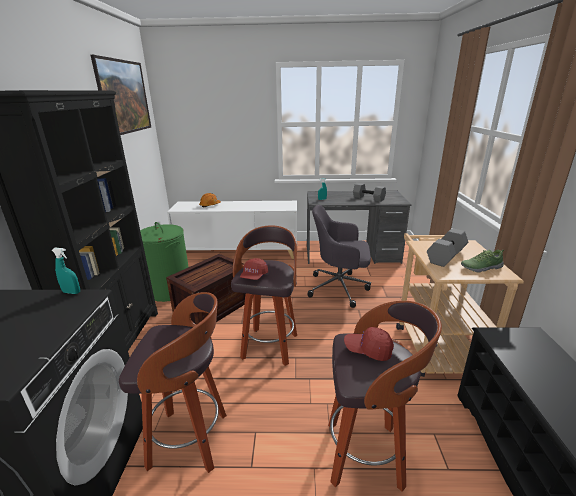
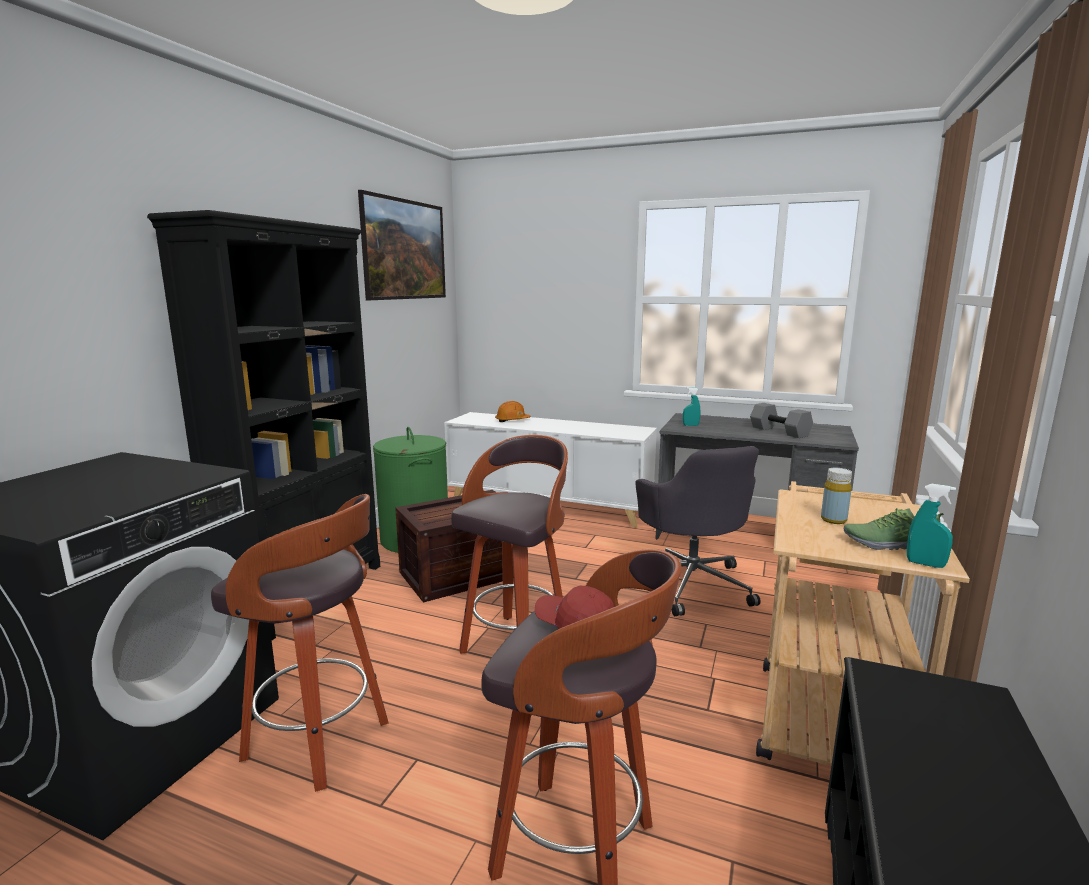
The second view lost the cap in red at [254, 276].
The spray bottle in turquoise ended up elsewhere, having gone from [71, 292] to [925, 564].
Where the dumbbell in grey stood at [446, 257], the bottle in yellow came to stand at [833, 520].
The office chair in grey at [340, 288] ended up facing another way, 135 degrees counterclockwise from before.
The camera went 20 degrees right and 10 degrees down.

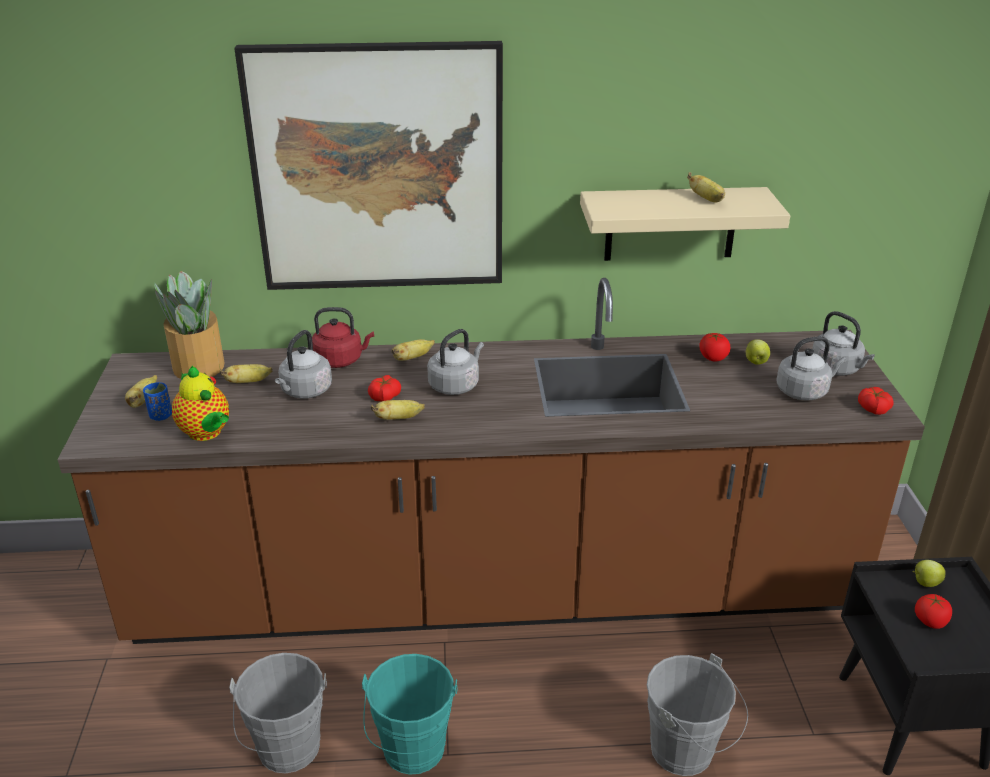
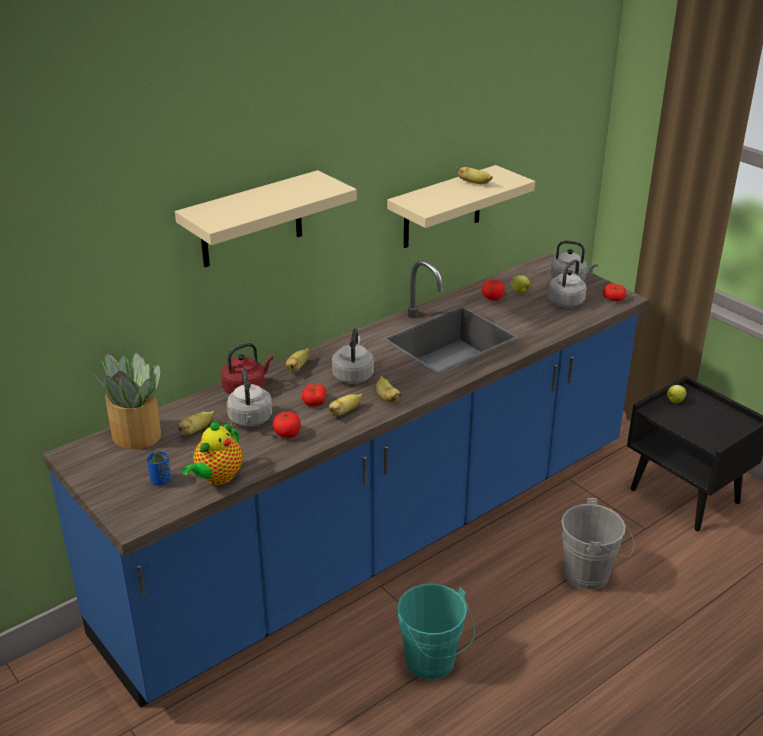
The second view lost the bucket in grey at [288, 753].
The banana ended up elsewhere, having gone from [143, 401] to [387, 398].
The tomato ended up elsewhere, having gone from [930, 621] to [287, 434].
Where the picture hung at [378, 170], the shelf in beige came to hang at [251, 220].
What was the counter in brown at [495, 592] turned into the counter in blue at [381, 537].
The teapot at [206, 433] ended up facing another way, 105 degrees clockwise from before.
The camera went 35 degrees left and 0 degrees up.

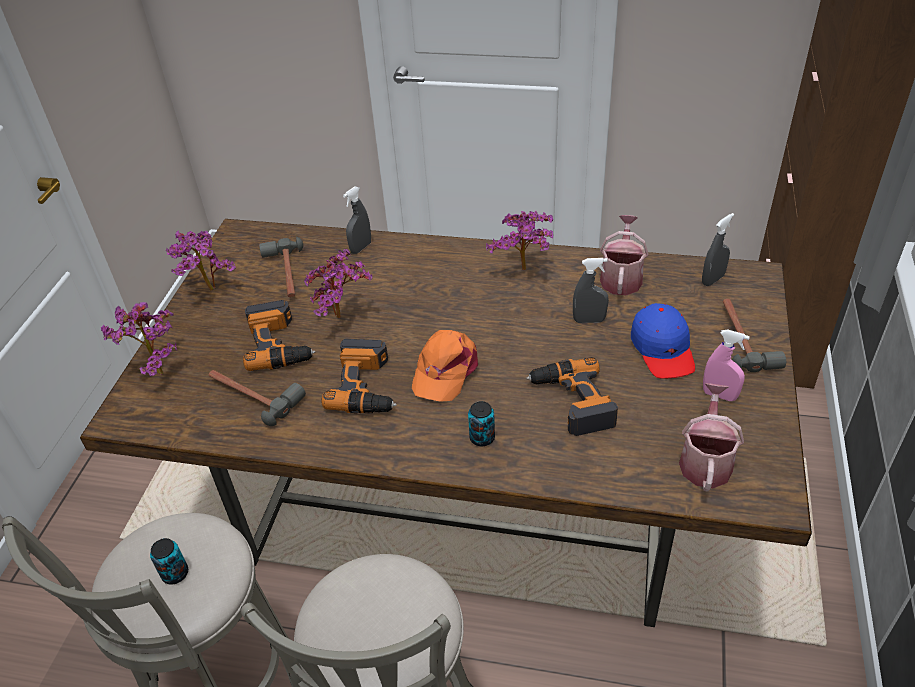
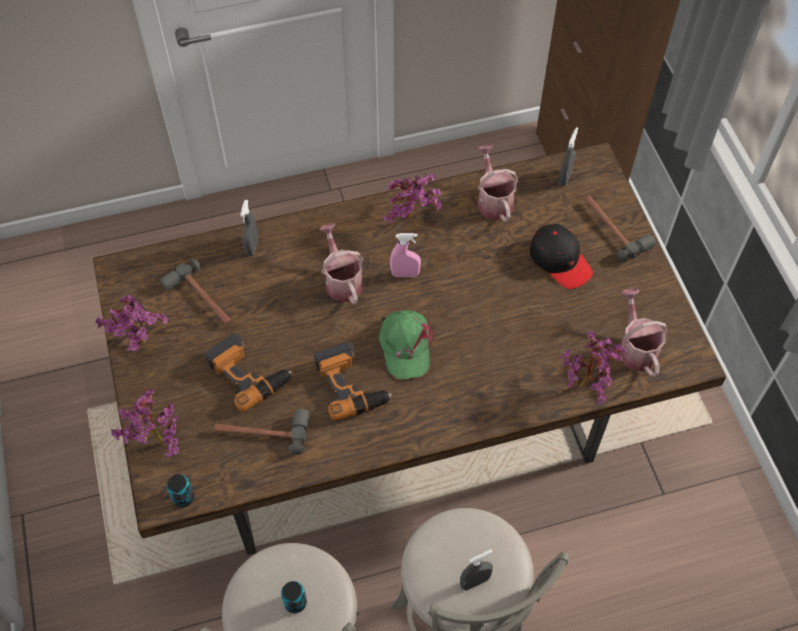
The second view lost the power drill at [572, 402].
The second view gained the watering can at [342, 280].
The potted plant ended up elsewhere, having gone from [343, 318] to [585, 386].
The can ended up elsewhere, having gone from [482, 438] to [183, 497].
The spray bottle in grey ended up elsewhere, having gone from [589, 320] to [474, 581].
The spray bottle in pink ended up elsewhere, having gone from [719, 395] to [405, 274].
What was the cap in orange at [445, 370] turned into the cap in green at [405, 345].
What was the cap in blue at [663, 349] turned into the cap in black at [560, 260].
The camera went 30 degrees left and 15 degrees up.

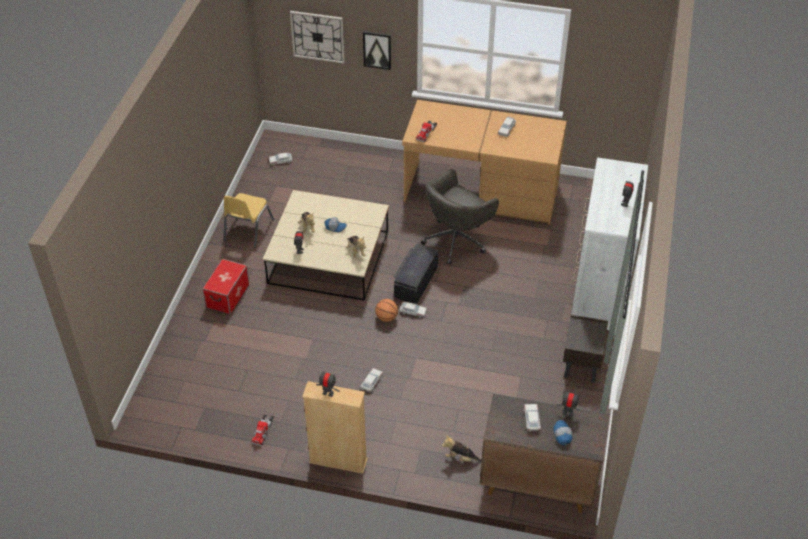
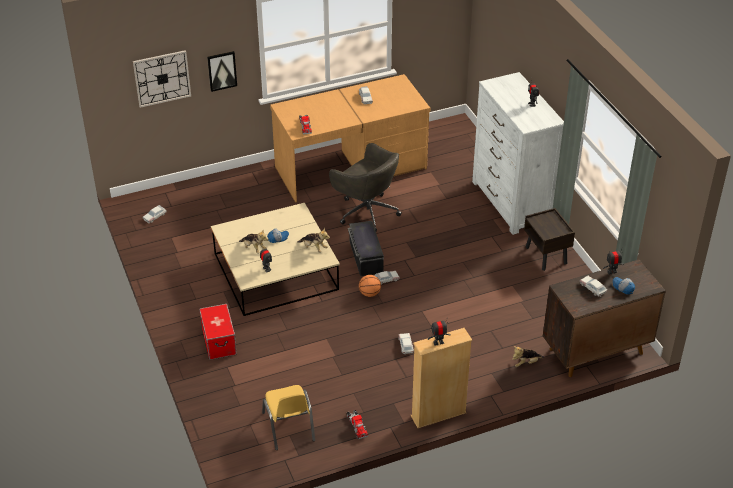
The chair in yellow ended up elsewhere, having gone from [248, 230] to [289, 427].
The office chair in grey at [456, 240] ended up facing another way, 60 degrees counterclockwise from before.
The camera went 35 degrees left and 5 degrees down.

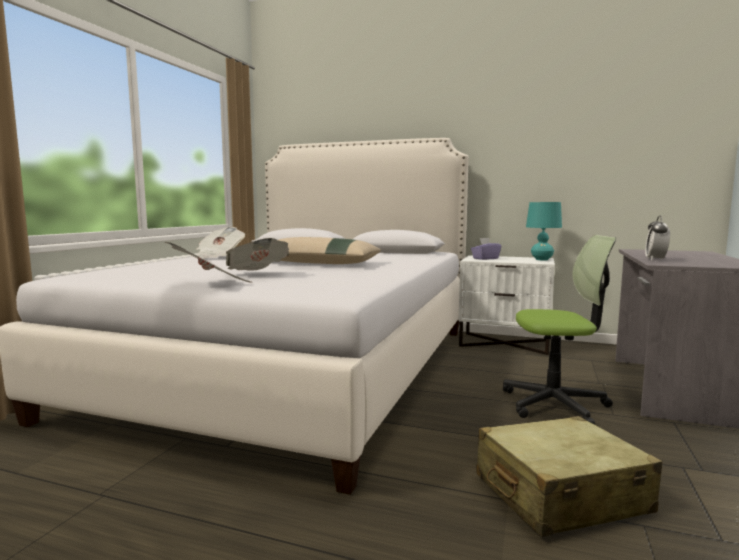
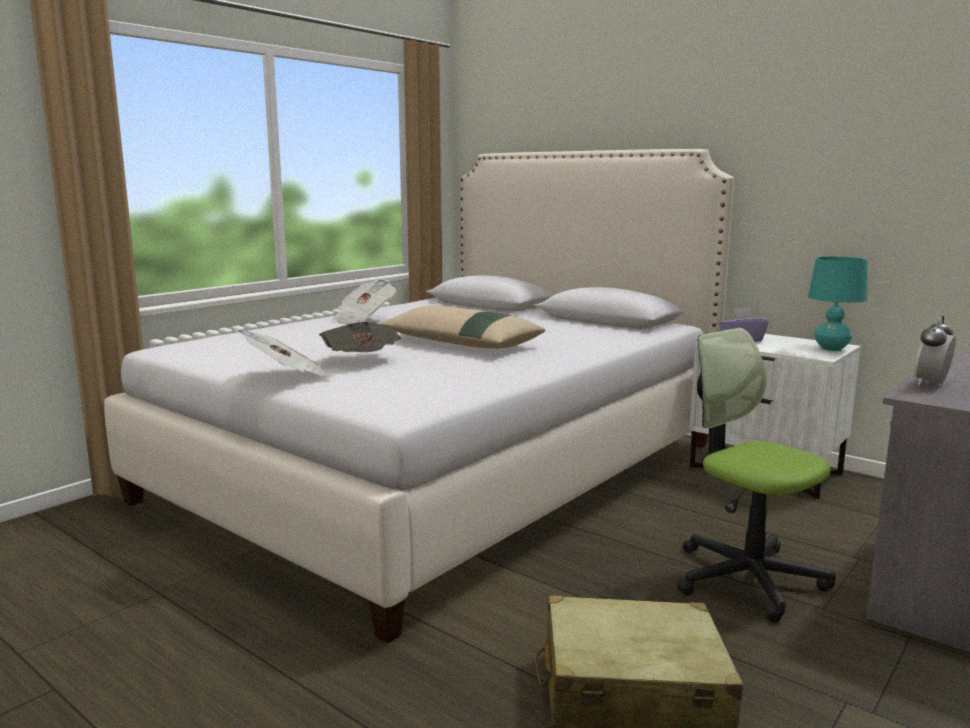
The office chair at [555, 404] ended up facing another way, 150 degrees counterclockwise from before.
The camera went 20 degrees right and 5 degrees up.

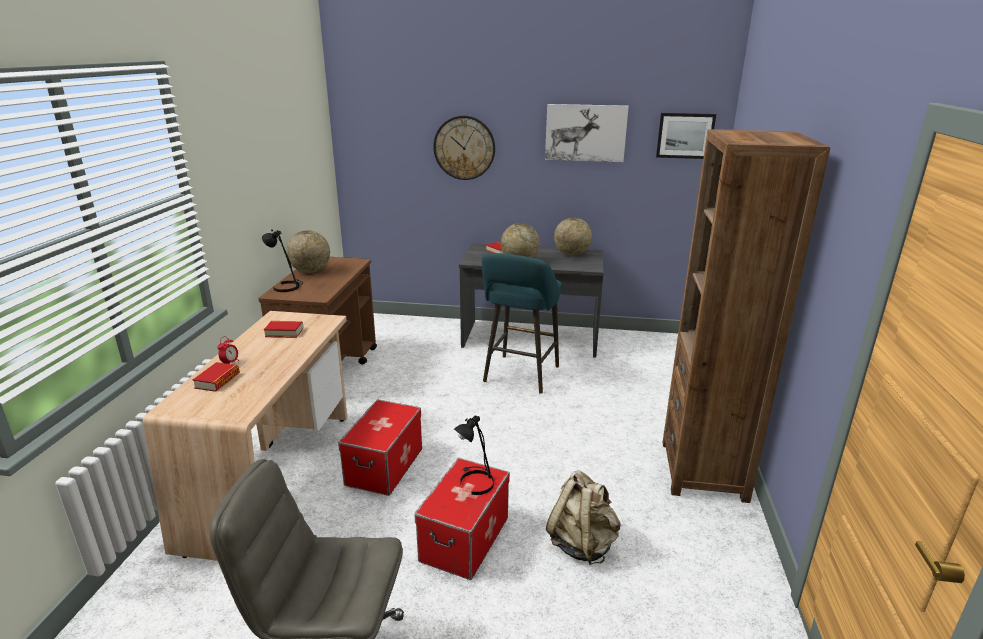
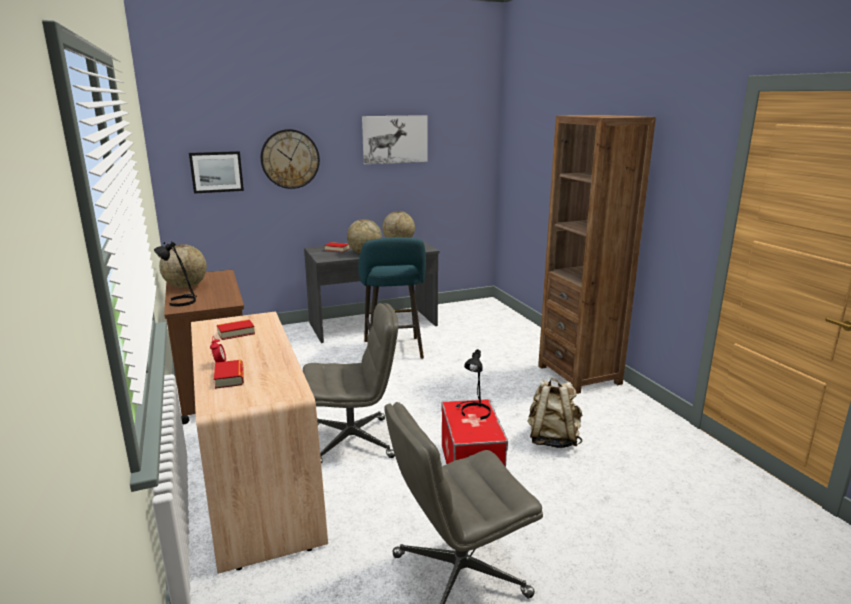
The picture ended up elsewhere, having gone from [685, 135] to [216, 172].
Where the storage box stood at [385, 467], the office chair in grey came to stand at [353, 441].
The camera went 30 degrees left and 5 degrees down.

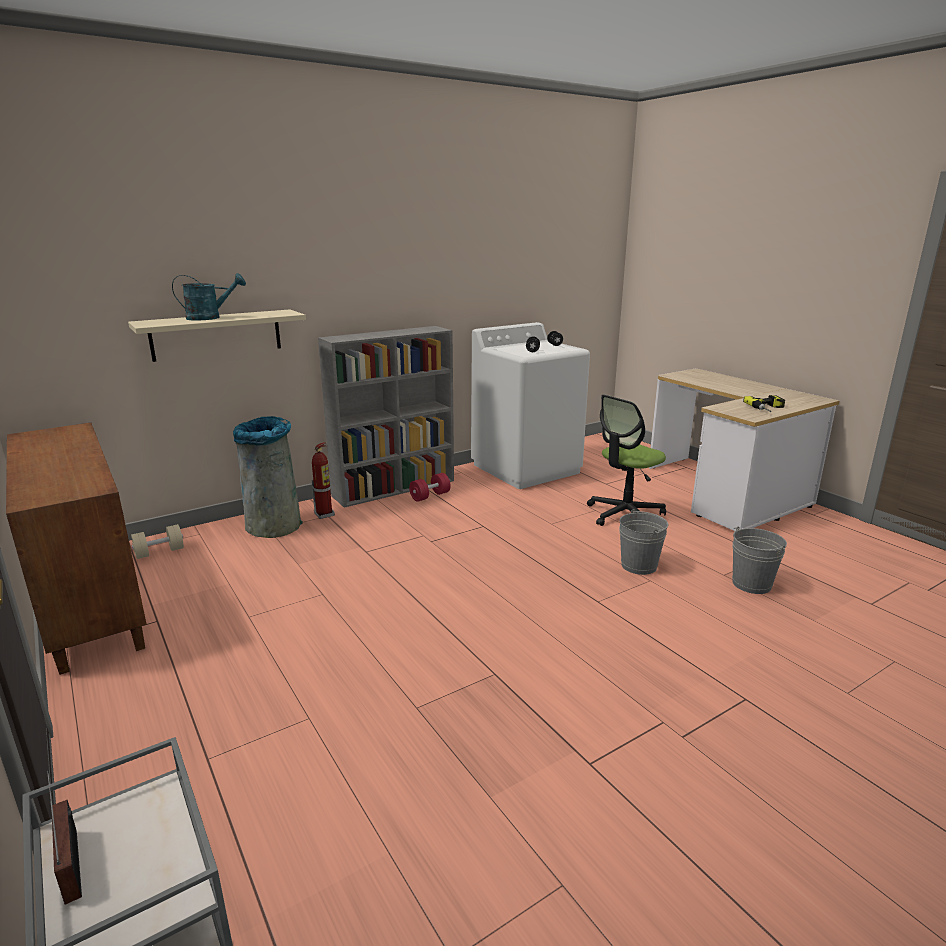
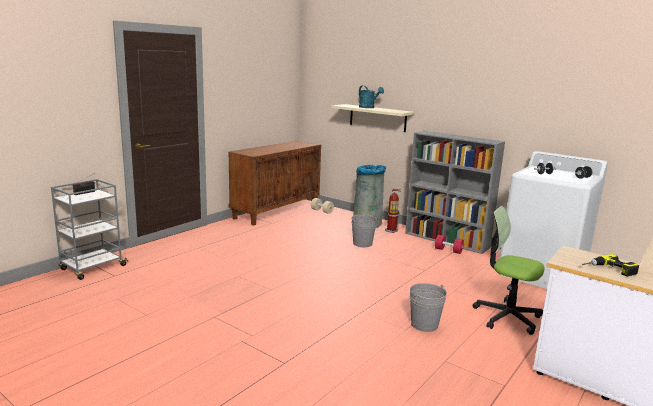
The bucket in grey ended up elsewhere, having gone from [751, 584] to [362, 243].
The camera went 70 degrees right and 5 degrees down.

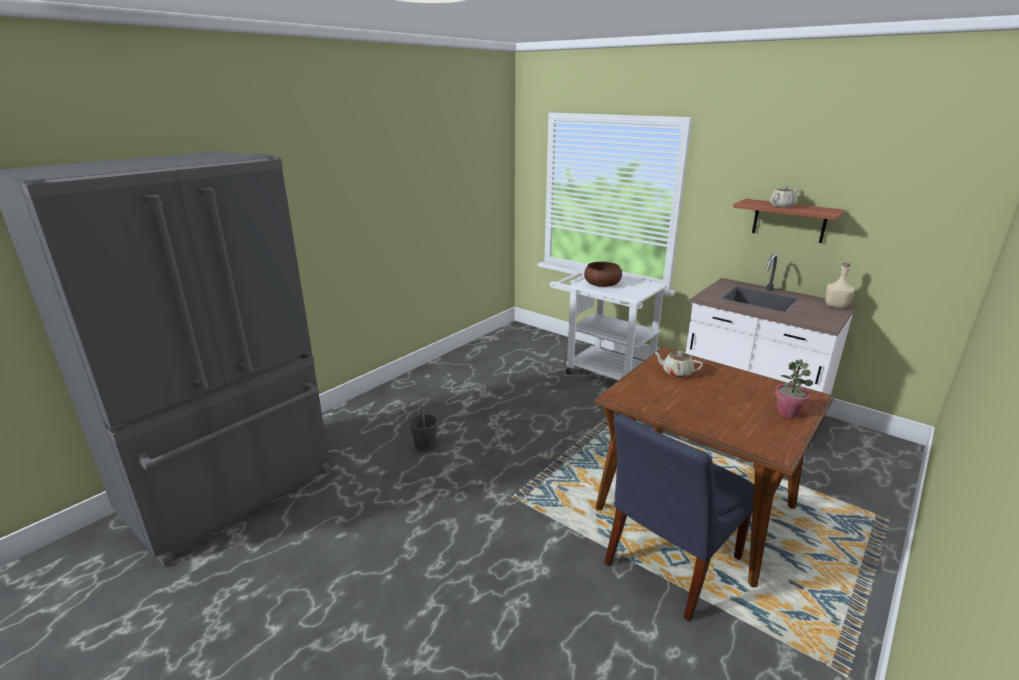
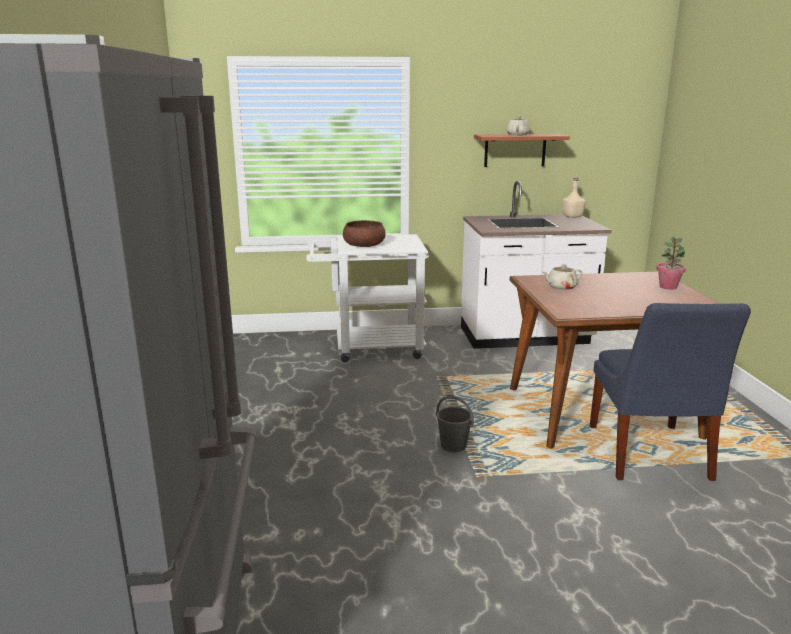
The bucket in grey ended up elsewhere, having gone from [425, 444] to [454, 445].
The camera went 45 degrees left and 5 degrees down.

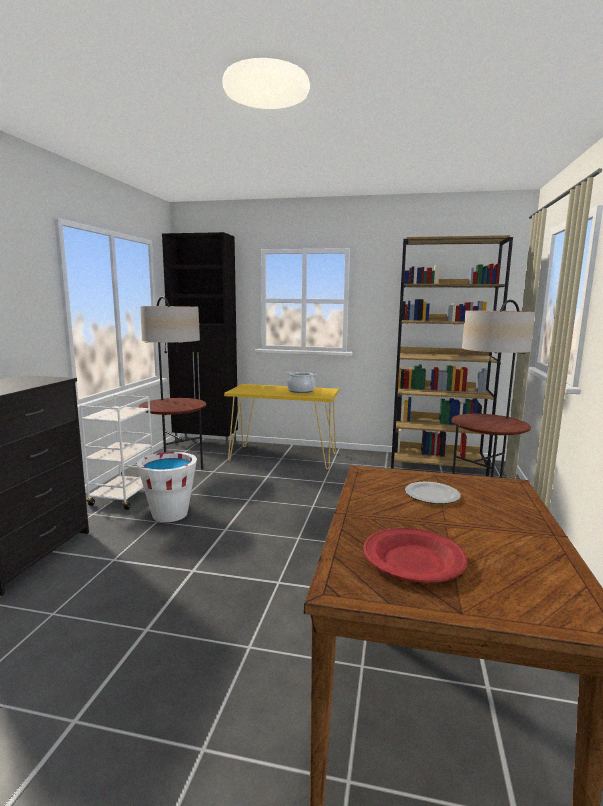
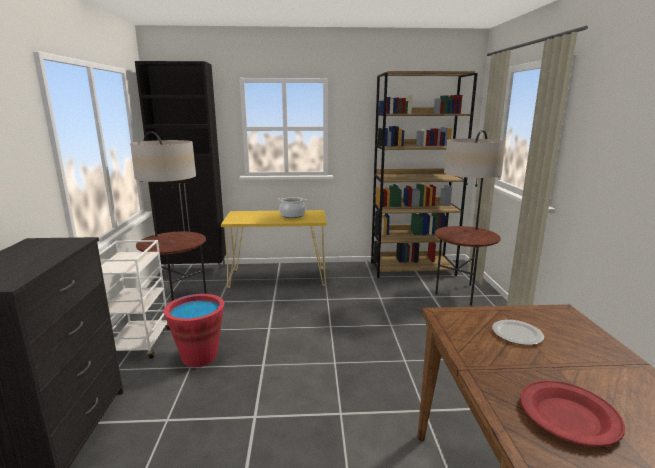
What was the bucket in white at [170, 514] turned into the bucket in red at [199, 356].
The camera went 15 degrees left and 5 degrees up.

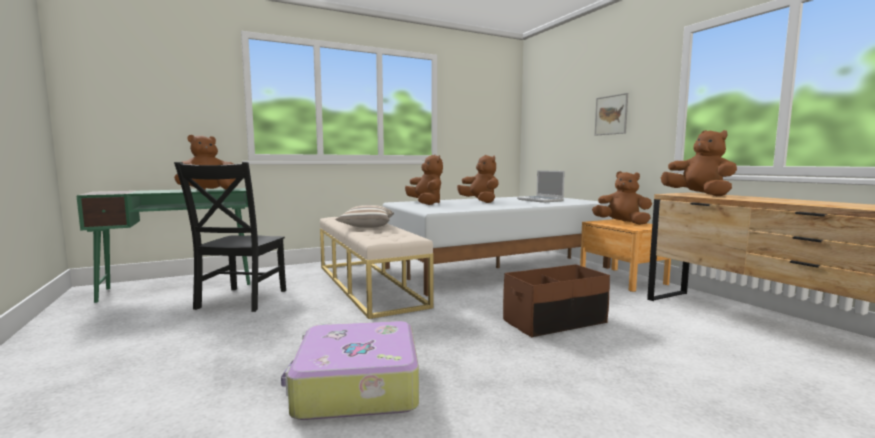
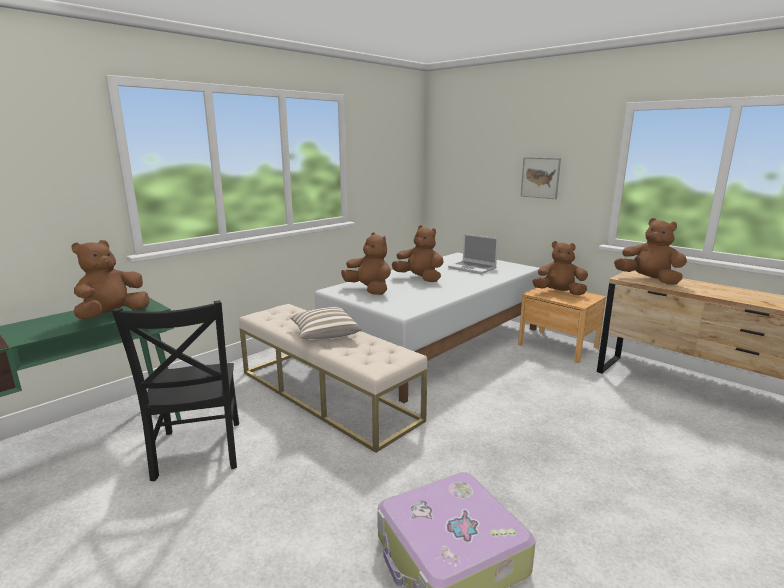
The second view lost the storage box in brown at [555, 322].
The camera went 20 degrees left and 10 degrees up.

